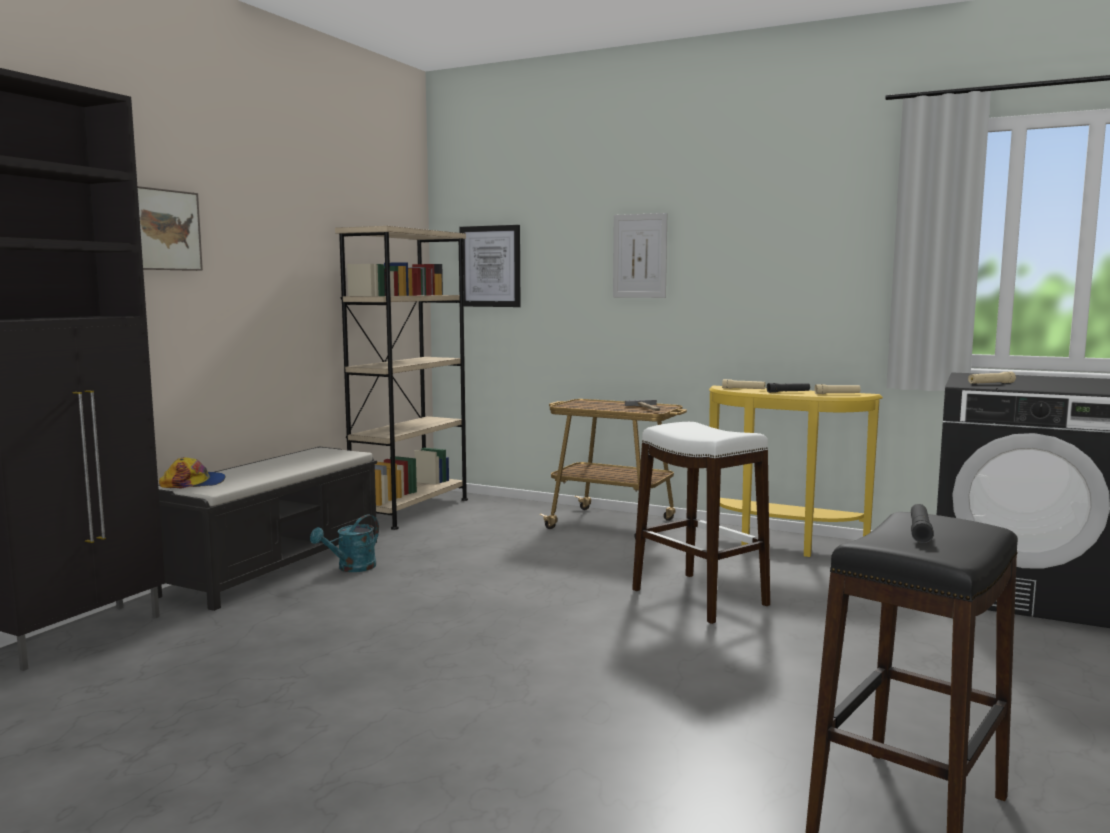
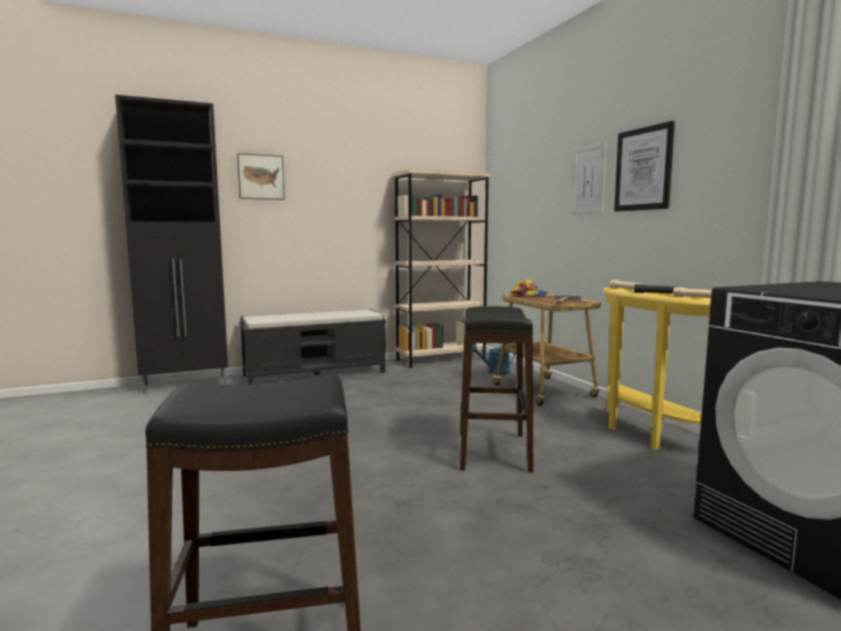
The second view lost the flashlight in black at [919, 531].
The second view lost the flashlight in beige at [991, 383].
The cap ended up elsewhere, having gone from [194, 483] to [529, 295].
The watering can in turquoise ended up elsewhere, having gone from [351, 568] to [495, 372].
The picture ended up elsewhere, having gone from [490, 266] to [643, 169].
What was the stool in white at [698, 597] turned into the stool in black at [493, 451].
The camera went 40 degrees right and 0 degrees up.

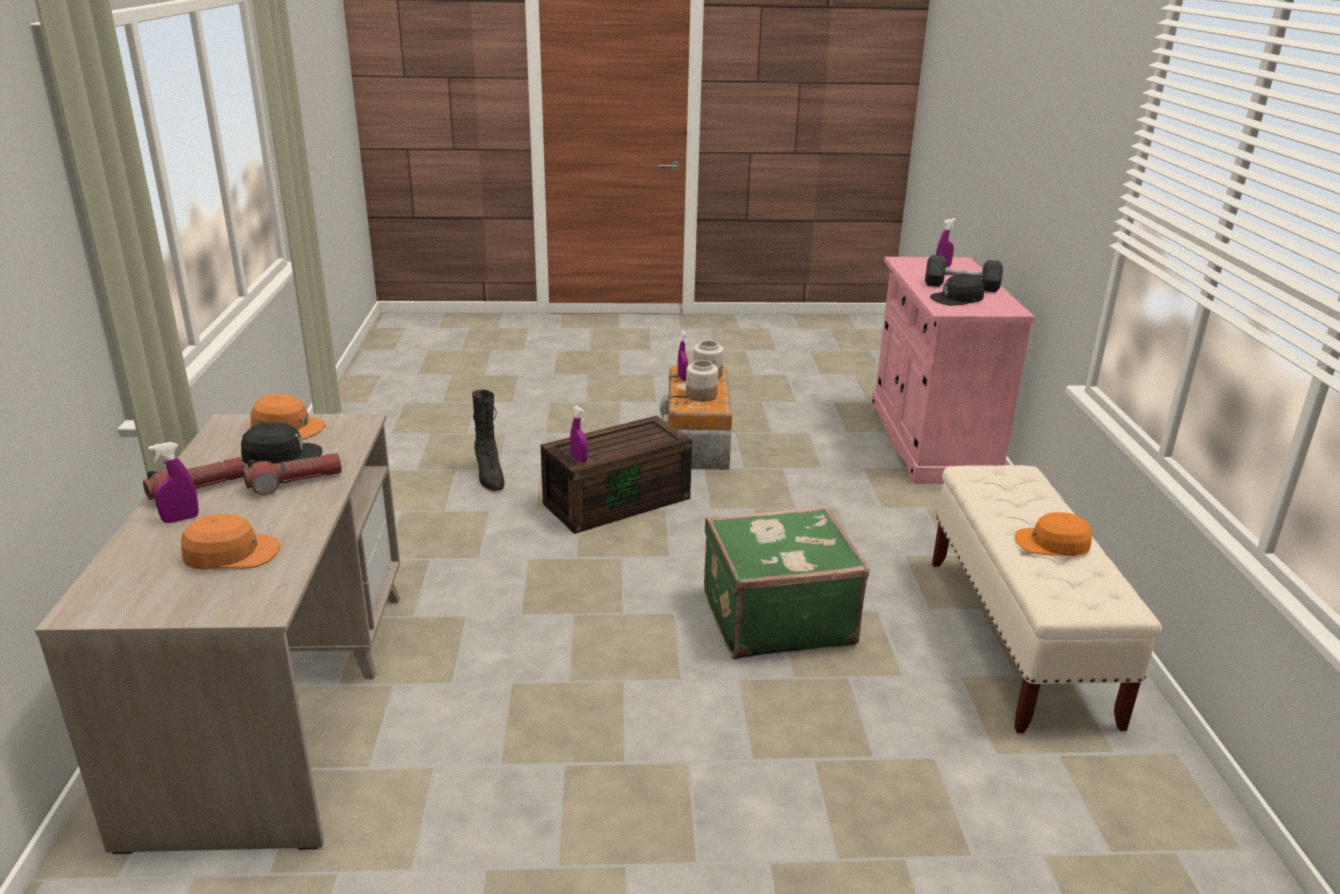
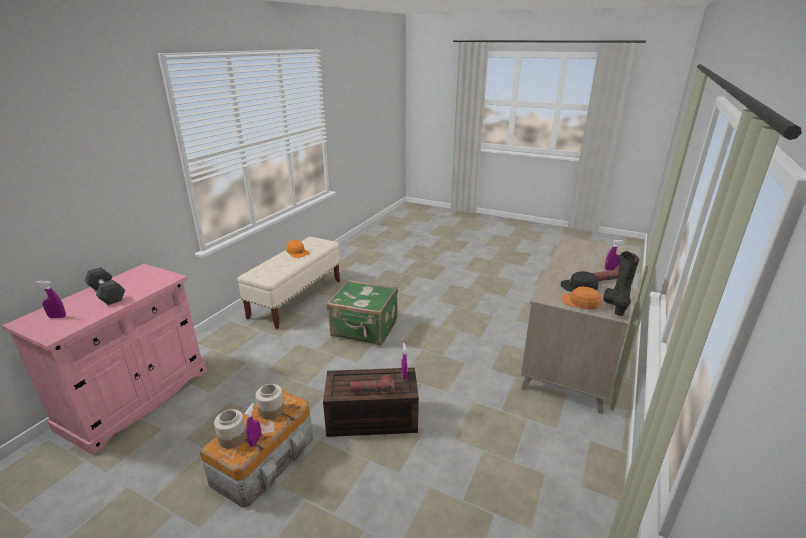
The second view lost the cap in orange at [231, 554].
The second view lost the cap in black at [957, 299].
The flashlight ended up elsewhere, having gone from [295, 482] to [372, 390].
The boot in black ended up elsewhere, having gone from [489, 476] to [614, 306].
The camera went 150 degrees left and 0 degrees up.

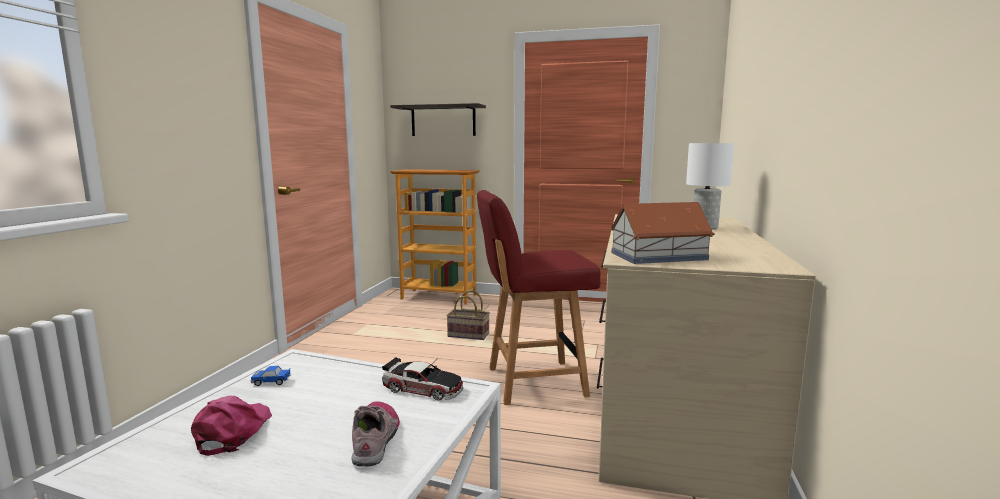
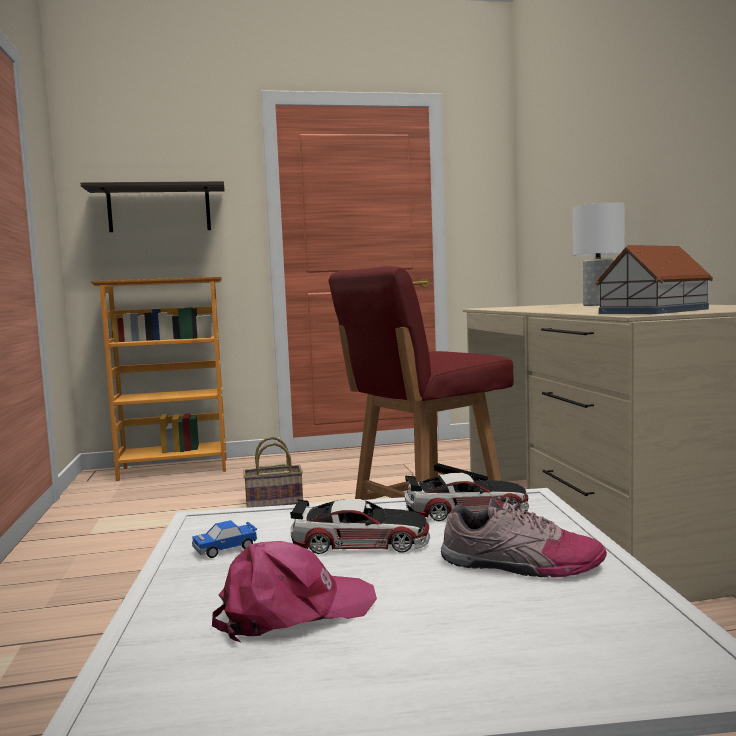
The second view gained the toy car at [360, 541].
The cap in pink at [233, 431] ended up facing another way, 90 degrees clockwise from before.
The shoe at [376, 439] ended up facing another way, 135 degrees clockwise from before.
The camera went 25 degrees left and 5 degrees down.

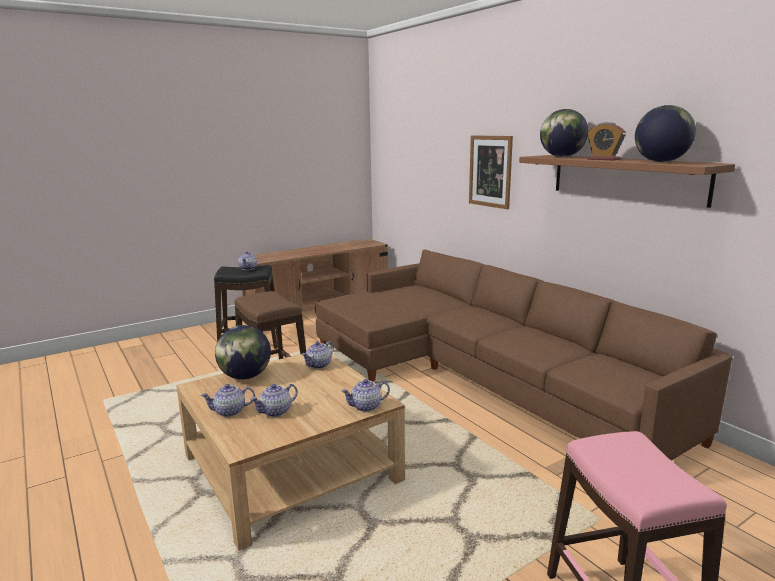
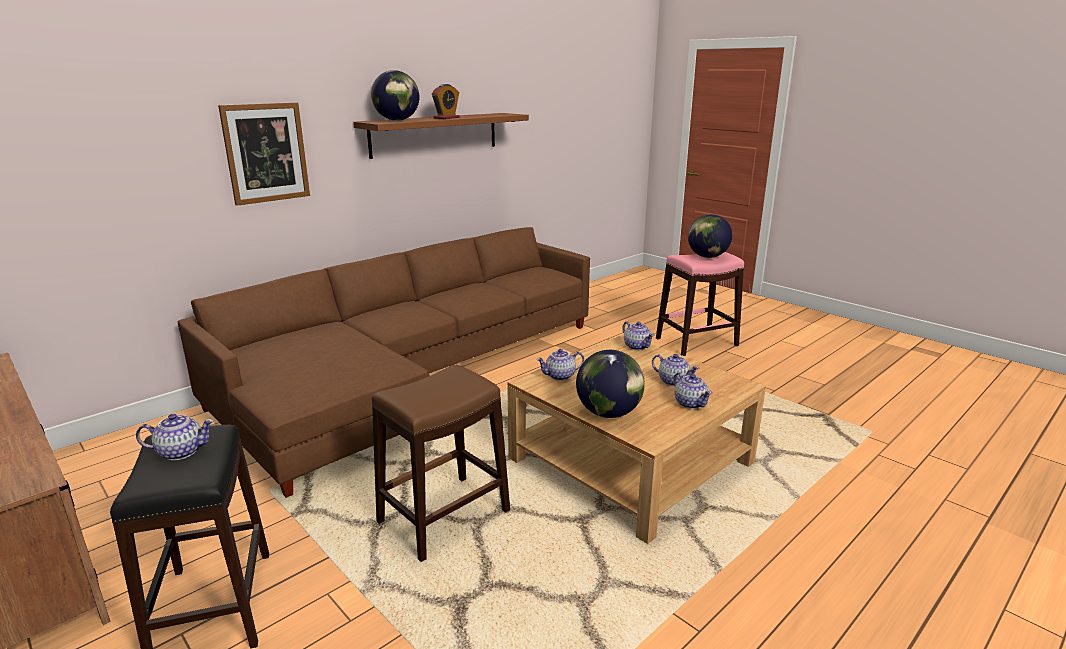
The globe ended up elsewhere, having gone from [661, 162] to [707, 256].
The teapot at [319, 365] ended up facing another way, 135 degrees clockwise from before.
The camera went 100 degrees left and 5 degrees up.

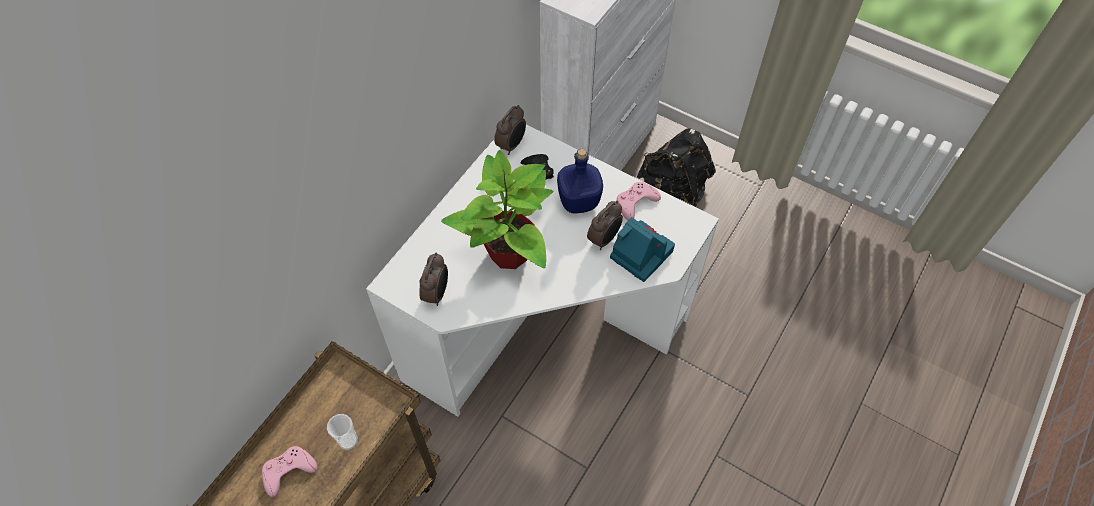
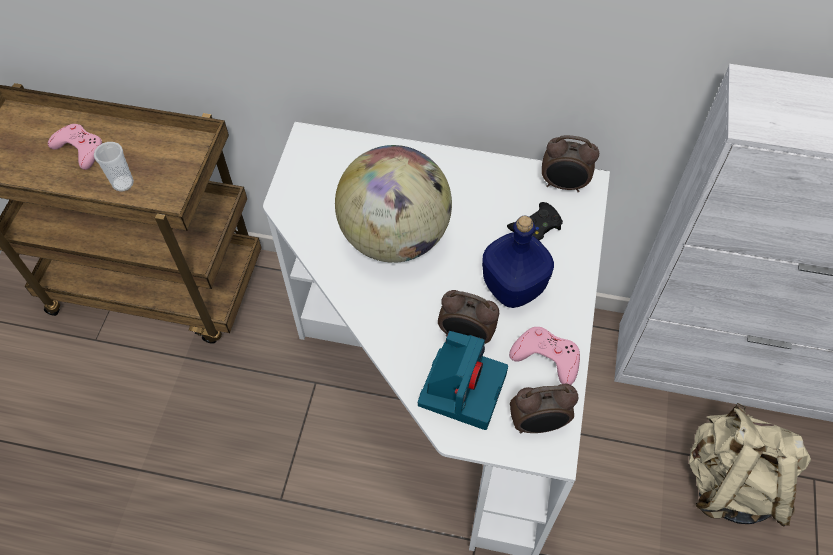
The alarm clock ended up elsewhere, having gone from [437, 293] to [538, 424].
Where the potted plant stood at [508, 254], the globe came to stand at [395, 237].
What was the backpack in black at [673, 192] turned into the backpack in beige at [730, 482].
The camera went 70 degrees right and 0 degrees up.

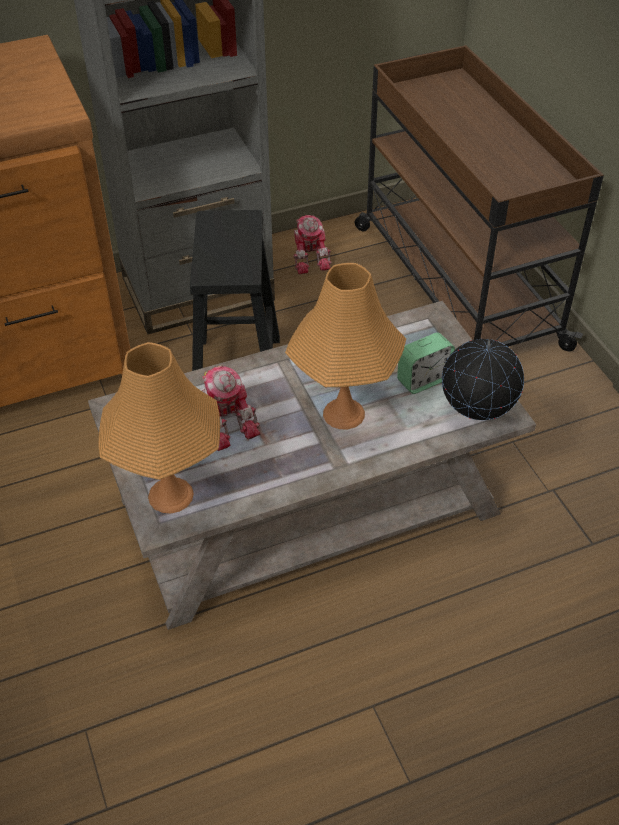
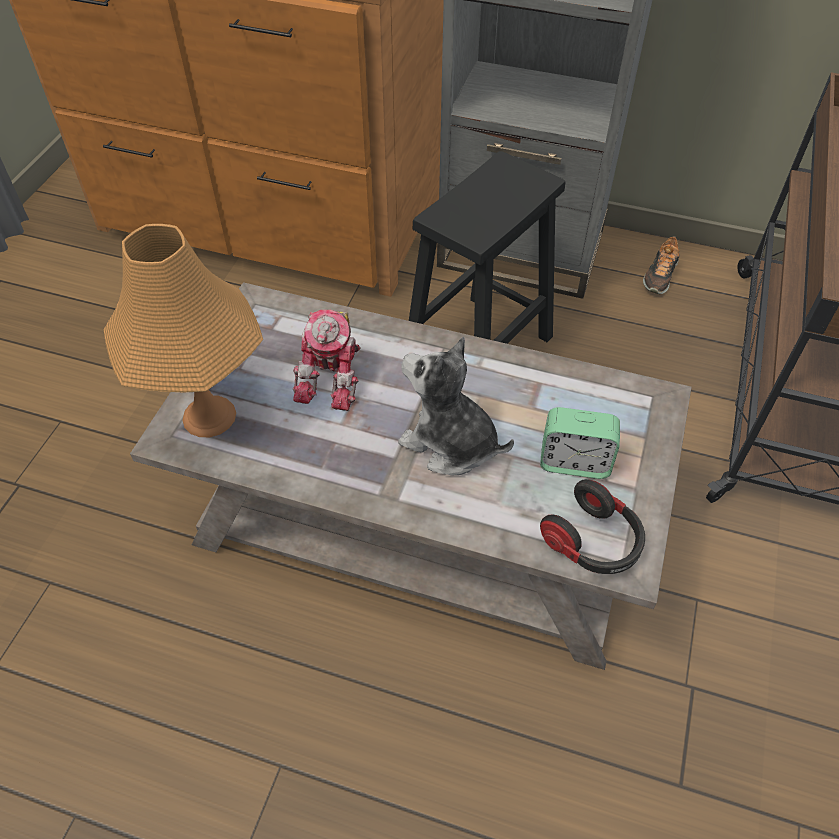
Where the table lamp in orange stood at [343, 414], the plush toy came to stand at [450, 443].
Where the toy robot stood at [310, 257], the shoe came to stand at [660, 275].
Where the globe stood at [476, 415], the headphones came to stand at [593, 542].
The camera went 40 degrees right and 5 degrees up.

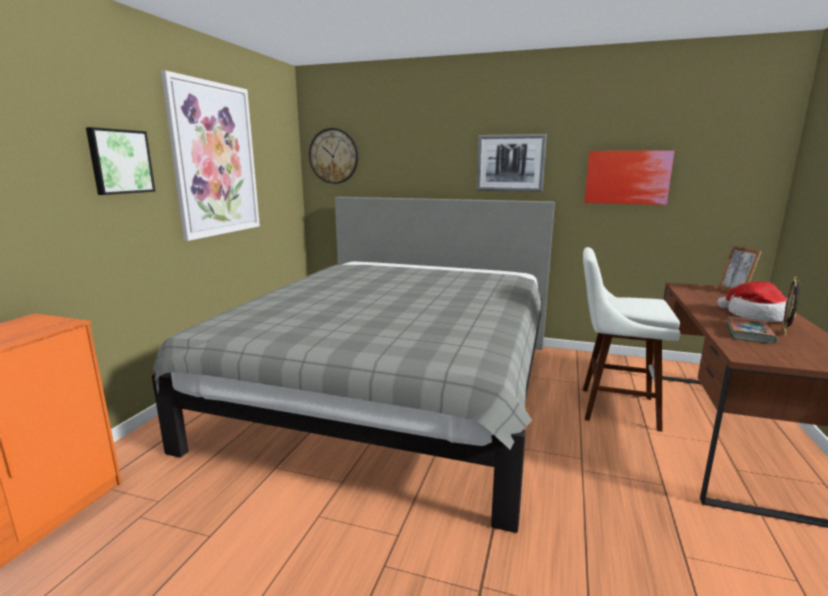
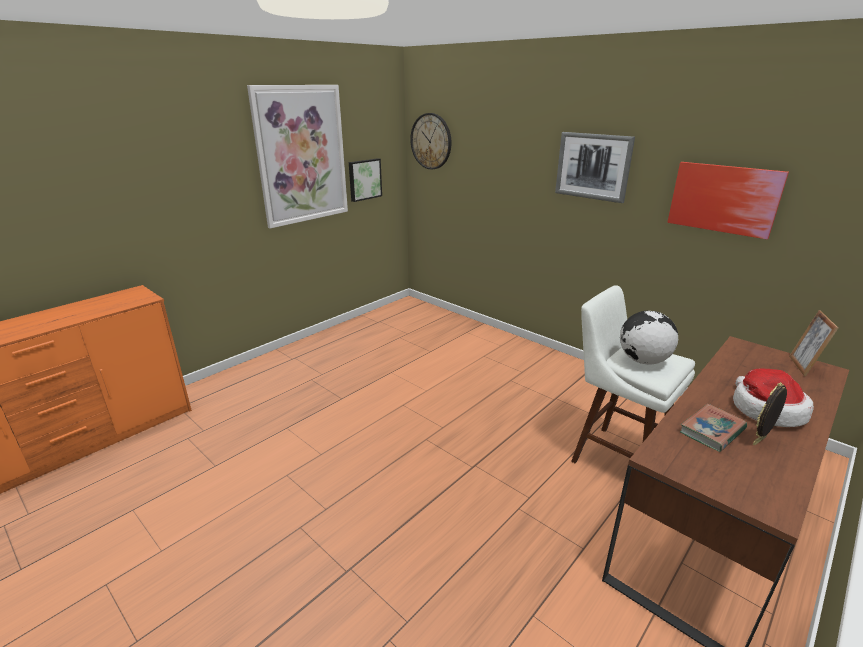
The second view lost the bed in grey at [394, 389].
The second view gained the globe at [643, 361].
The picture ended up elsewhere, having gone from [120, 161] to [364, 179].
The camera went 25 degrees right and 10 degrees up.

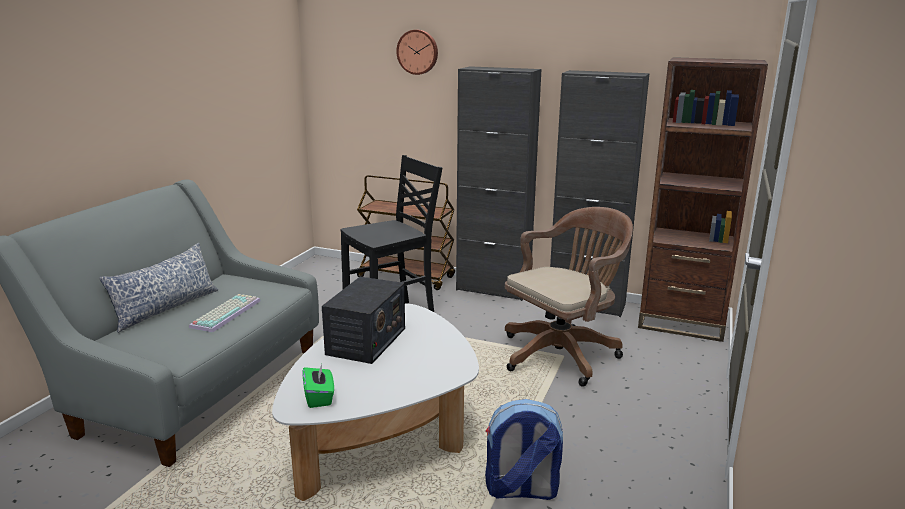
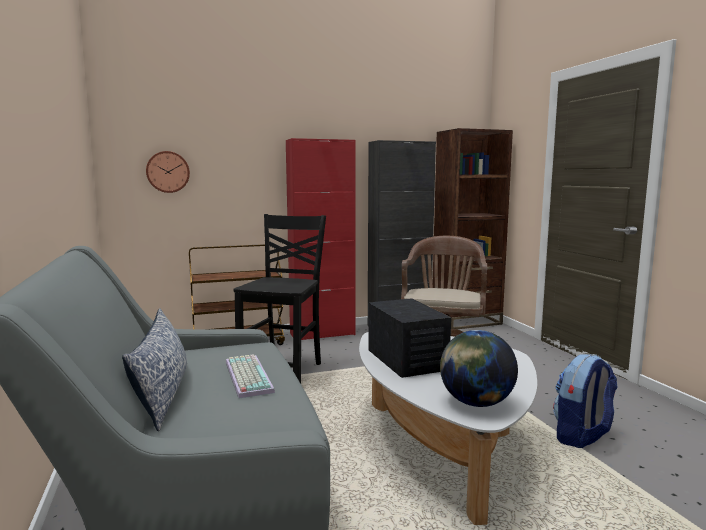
The wall clock ended up elsewhere, having gone from [418, 52] to [168, 172].
Where the tissue box in green stood at [319, 397], the globe came to stand at [476, 403].
What was the cabinet in black at [493, 289] turned into the cabinet in red at [322, 334].
The camera went 40 degrees left and 10 degrees down.

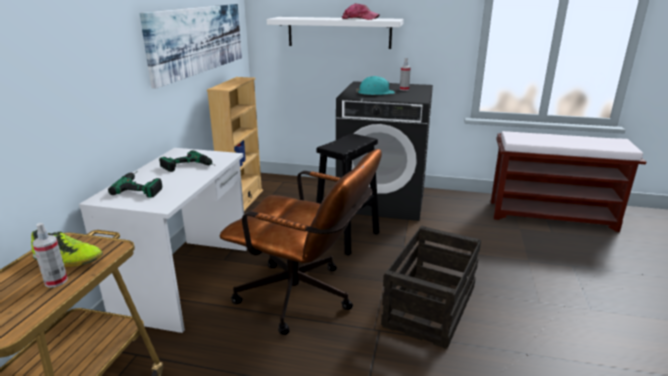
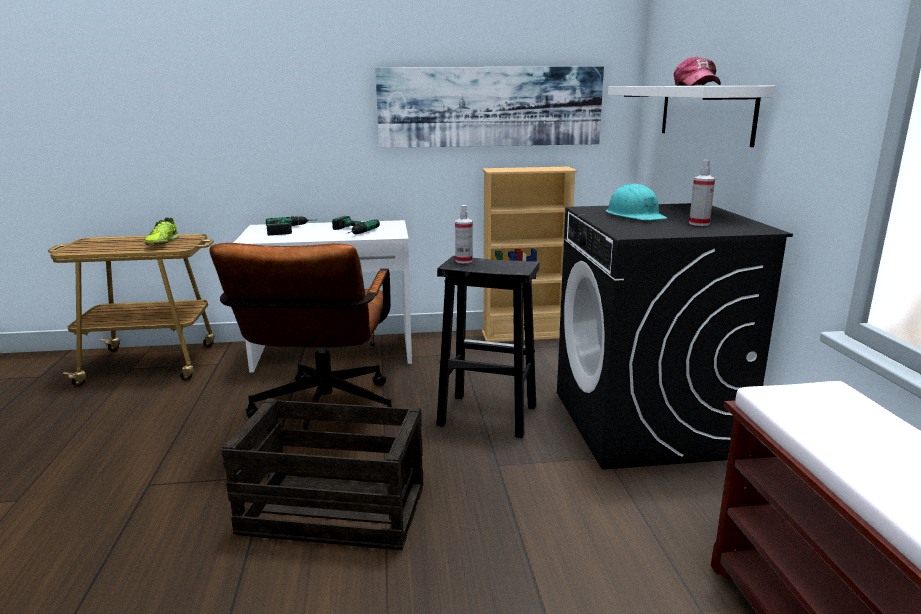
The spray bottle ended up elsewhere, having gone from [56, 281] to [464, 261].
The camera went 70 degrees right and 5 degrees down.

